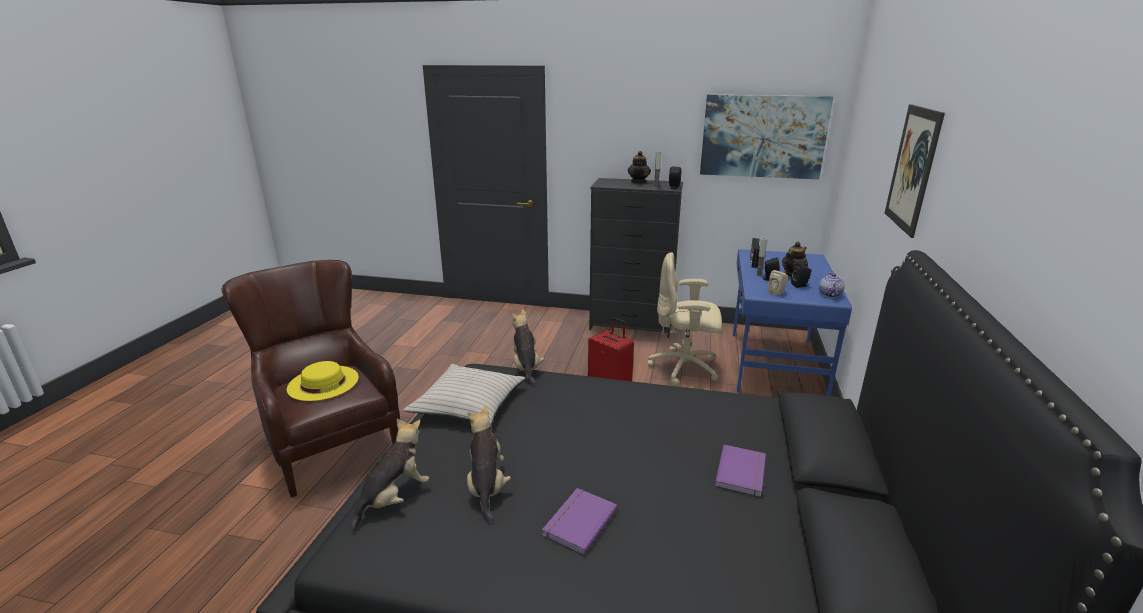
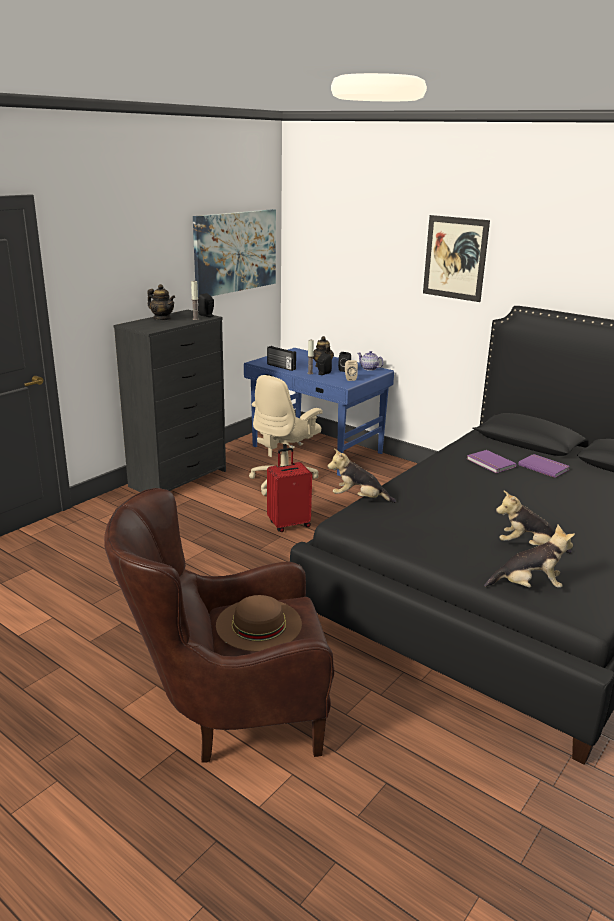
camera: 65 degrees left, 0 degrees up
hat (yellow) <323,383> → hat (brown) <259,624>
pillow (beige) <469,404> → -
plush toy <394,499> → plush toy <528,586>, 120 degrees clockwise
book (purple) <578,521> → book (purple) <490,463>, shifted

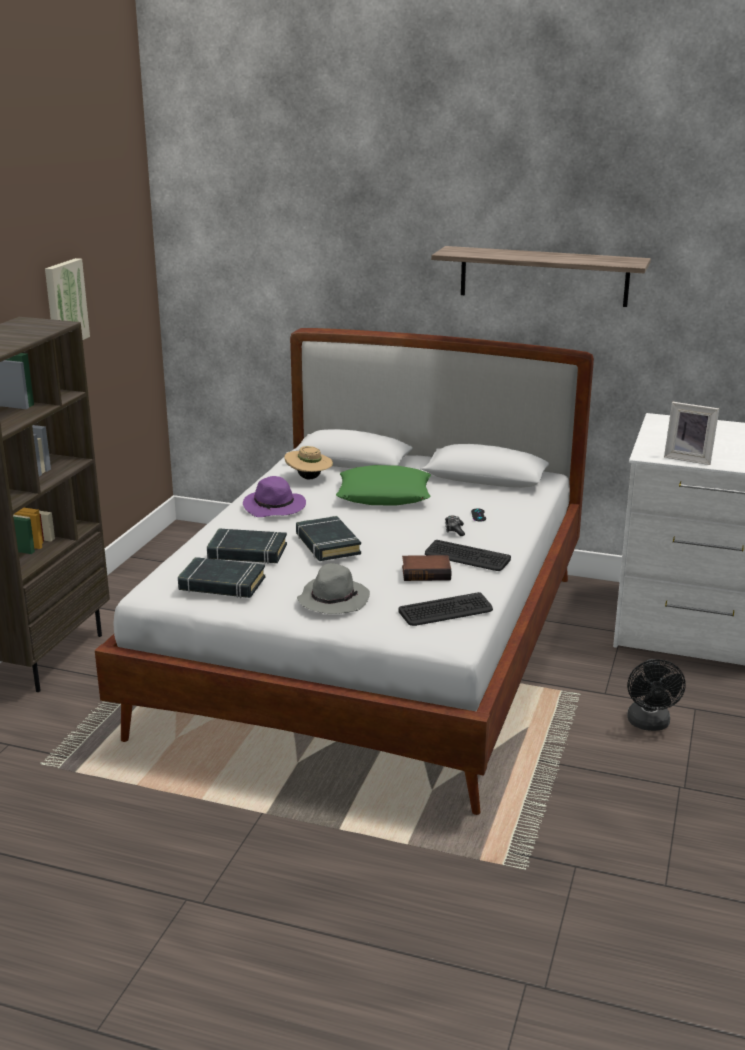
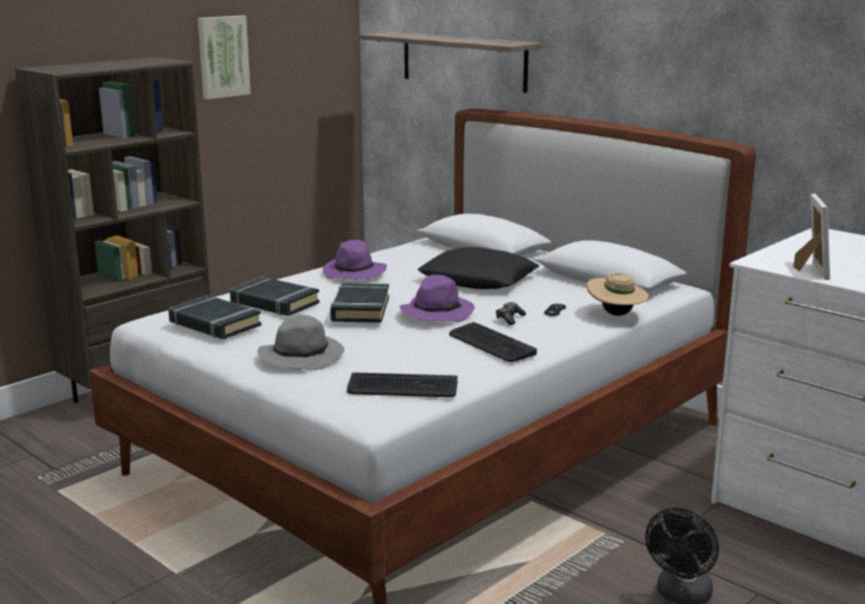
camera: 25 degrees right, 5 degrees down
shelf <543,276> → shelf <463,61>, shifted
picture frame <689,458> → picture frame <809,270>, 135 degrees counterclockwise
hat (beige) <309,478> → hat (beige) <616,314>, shifted
pillow (green) <384,495> → pillow (black) <478,279>
book <427,572> → -
- → hat (purple) <437,312>

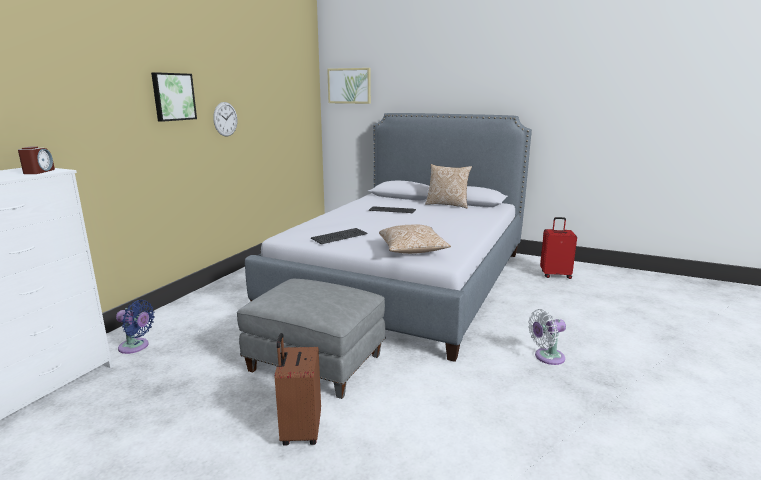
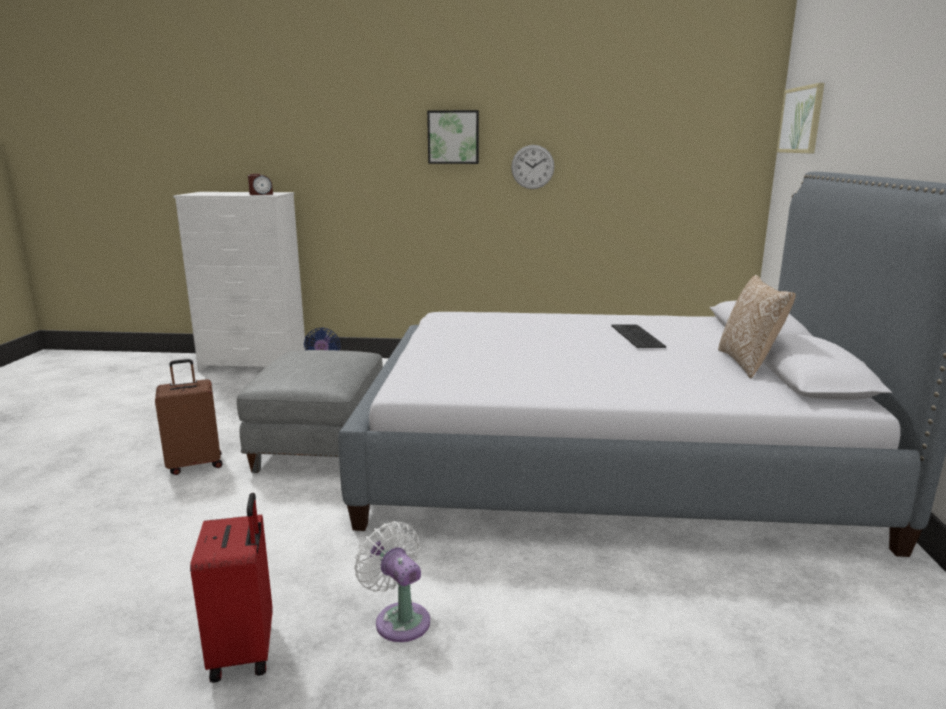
camera: 70 degrees right, 0 degrees up
suitcase (red) <555,275> → suitcase (red) <245,651>, shifted
pillow <412,251> → -
keyboard <340,236> → -

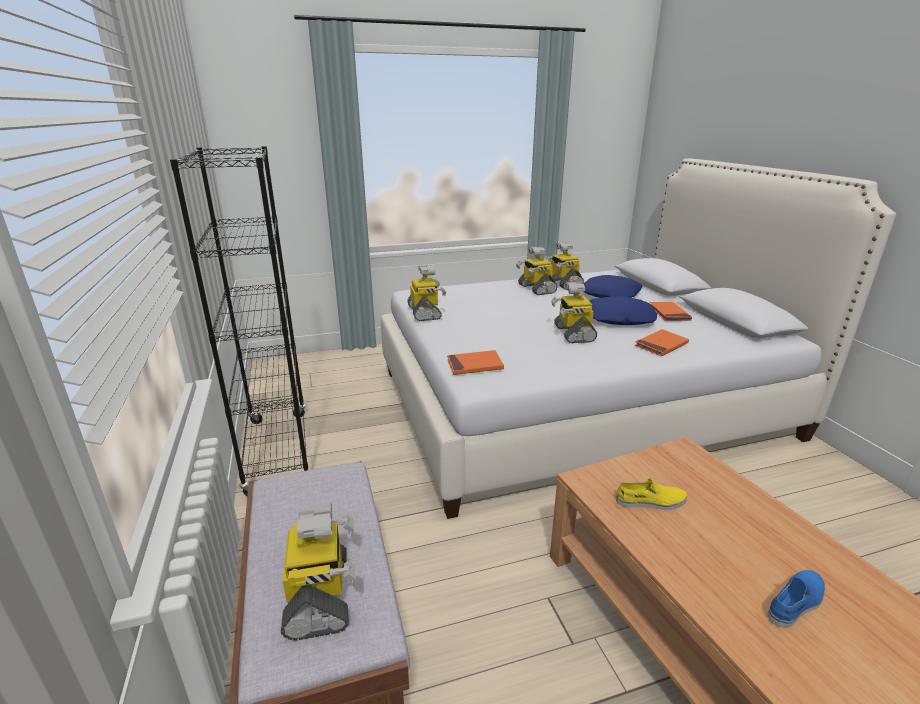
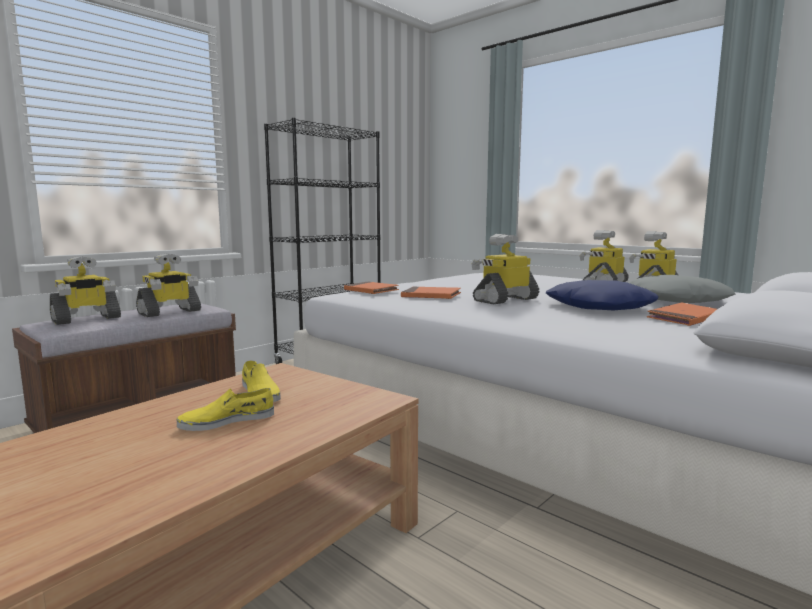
camera: 60 degrees right, 15 degrees down
toy robot <425,313> → toy robot <169,312>, shifted
pillow (blue) <609,294> → pillow (grey) <676,300>
book (orange) <661,345> → book (orange) <431,296>, shifted
shoe (blue) <796,602> → -
- → shoe (yellow) <227,421>

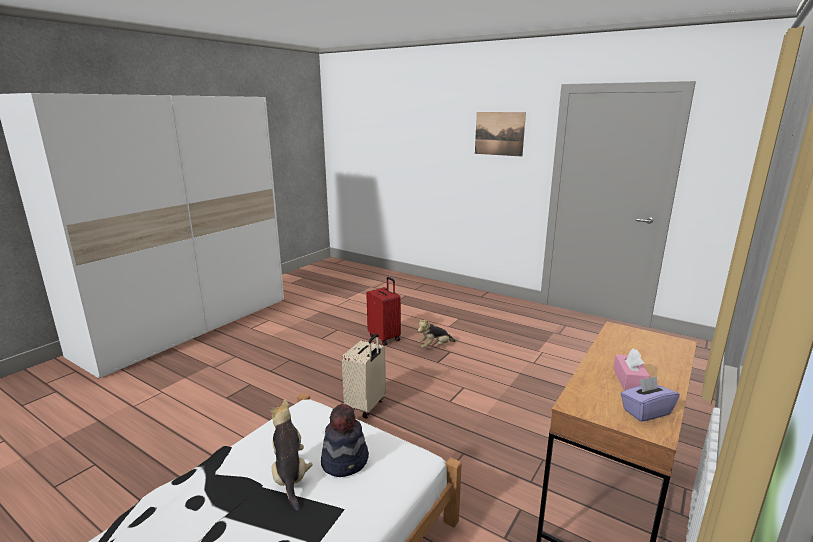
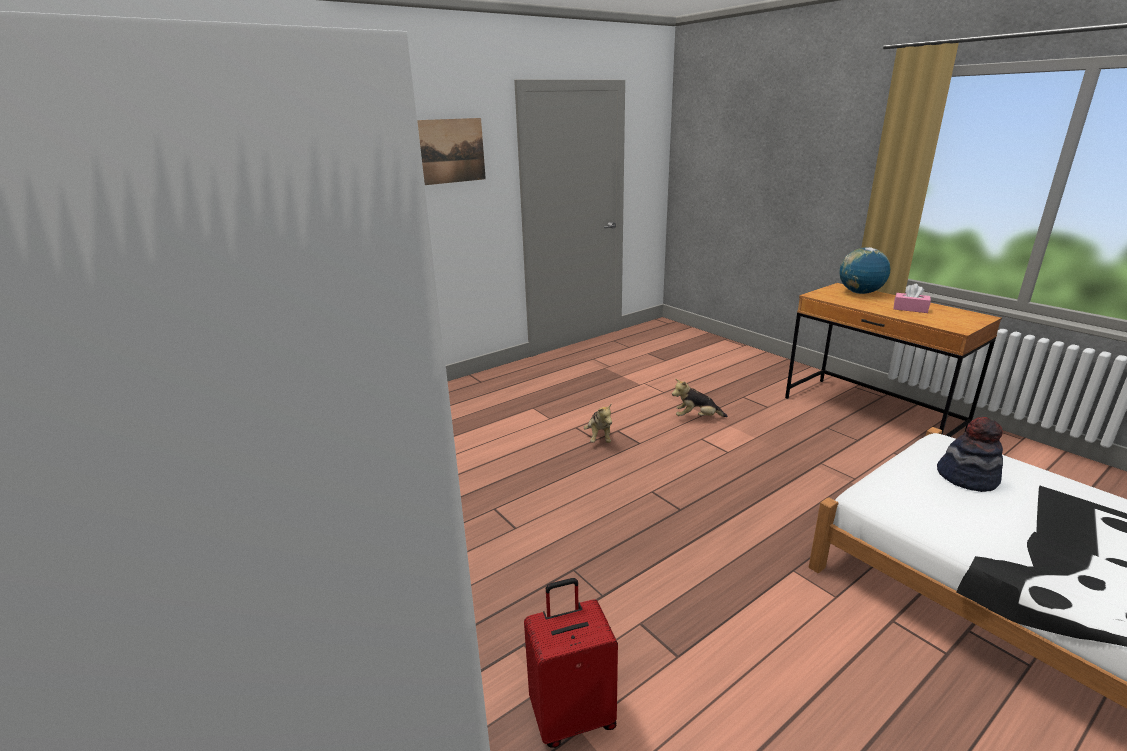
camera: 70 degrees left, 5 degrees up
suitcase (red) <385,338> → suitcase (red) <572,716>, shifted
suitcase (beige) <366,406> → -
tissue box (purple) <645,411> → -
plush toy <290,475> → plush toy <696,418>, shifted
- → globe <860,293>

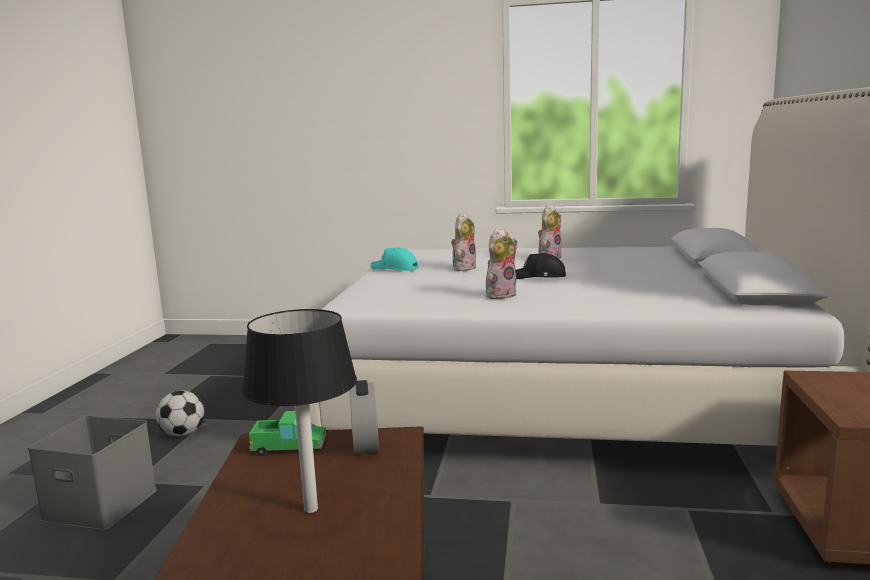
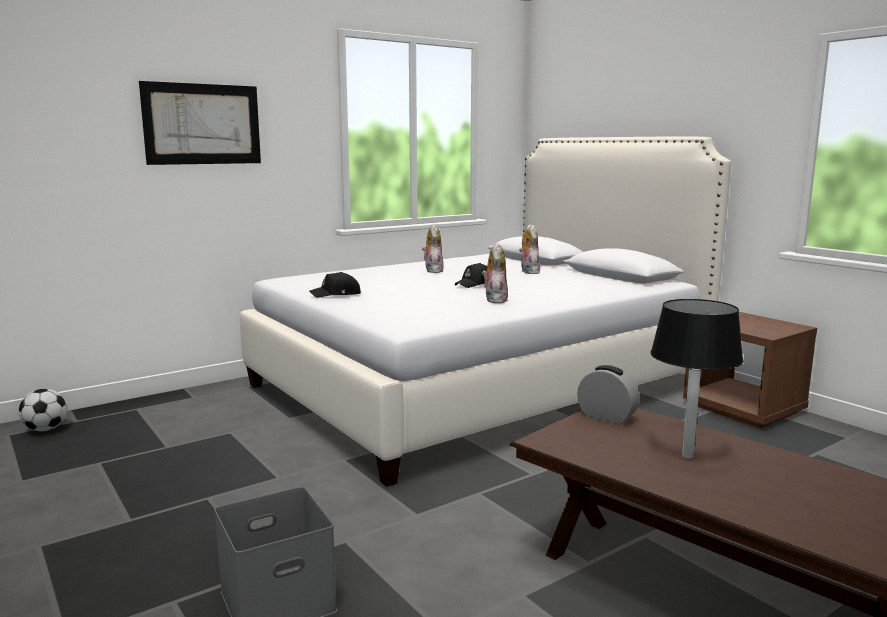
camera: 45 degrees left, 0 degrees up
plush toy <463,268> → plush toy <528,272>, shifted
cap (turquoise) <394,269> → cap (black) <336,294>
football <183,434> → football <46,429>, shifted
toy truck <289,447> → -
- → picture <202,124>

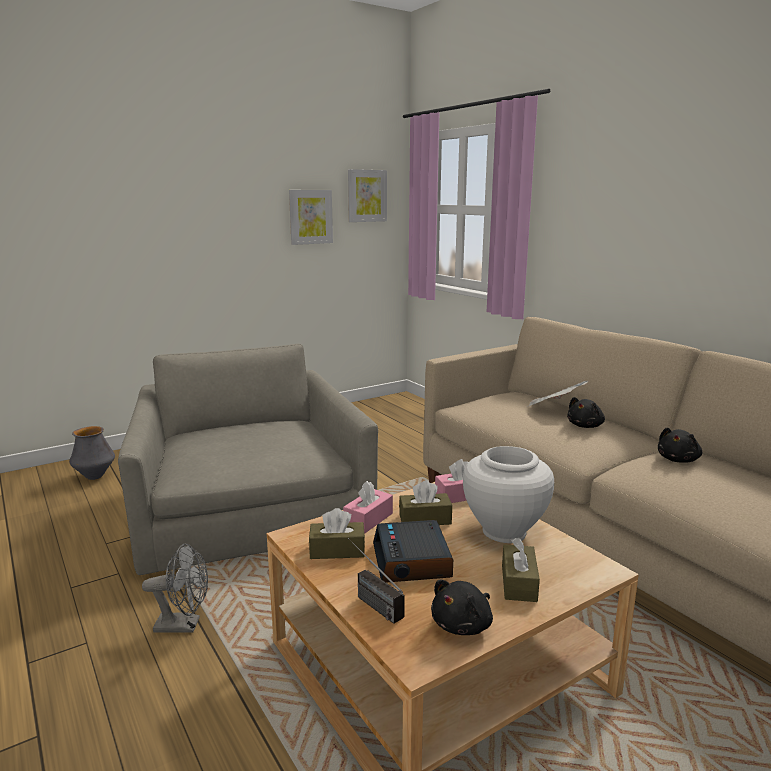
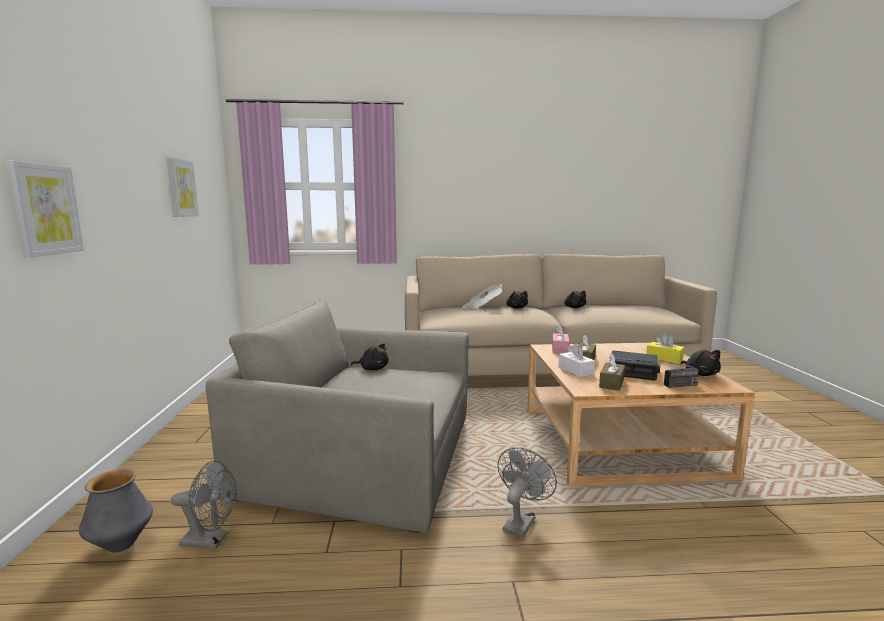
camera: 60 degrees left, 5 degrees down
picture <366,196> → picture <45,209>, shifted
vase (white) <504,531> → -
tissue box (pink) <368,520> → tissue box (white) <575,371>
tissue box (brown) <519,583> → tissue box (yellow) <664,358>
- → plush toy (black) <372,369>
- → fan (grey) <211,540>

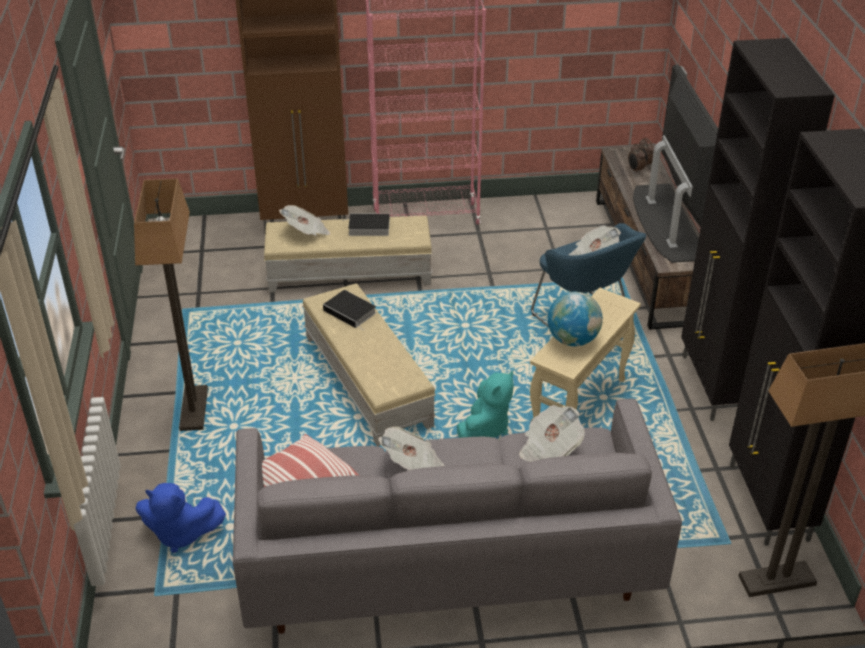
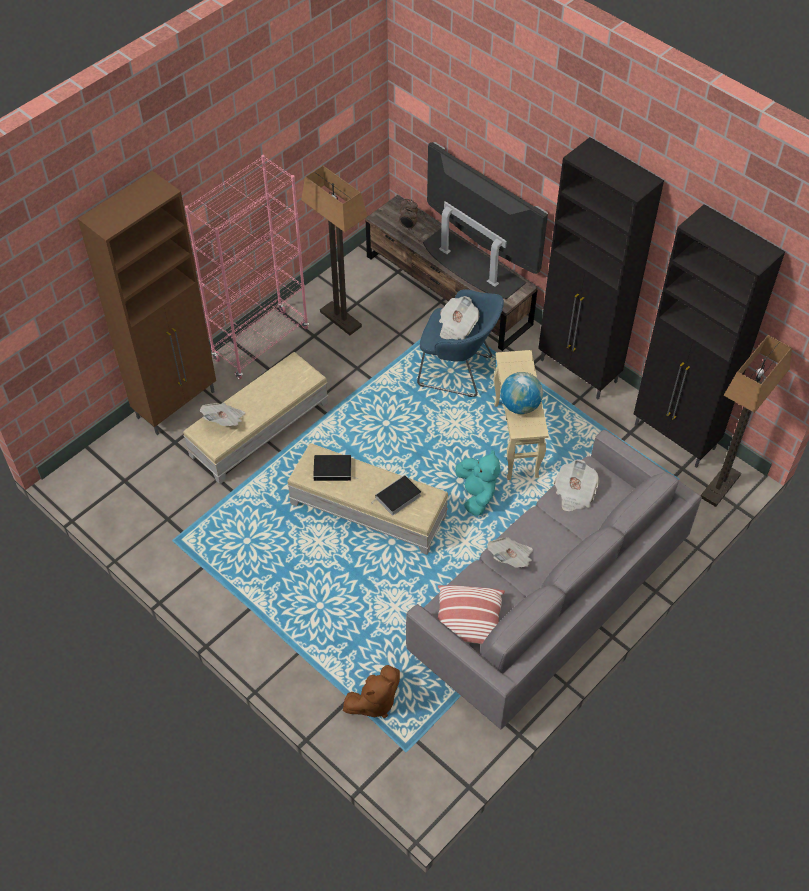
camera: 40 degrees left, 15 degrees up
floor lamp <194,410> → floor lamp <341,319>, shifted
book <367,227> → book <397,498>, shifted
plush toy (blue) <180,533> → plush toy (brown) <374,702>

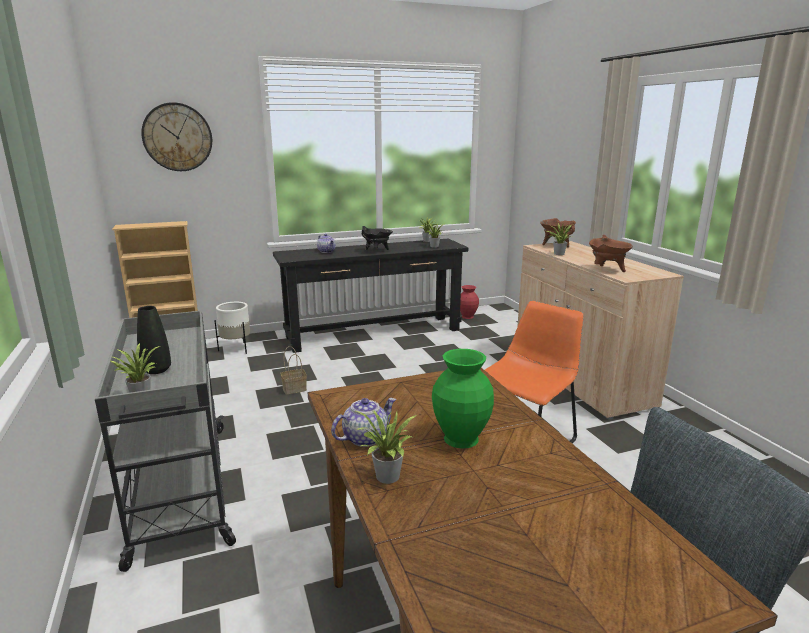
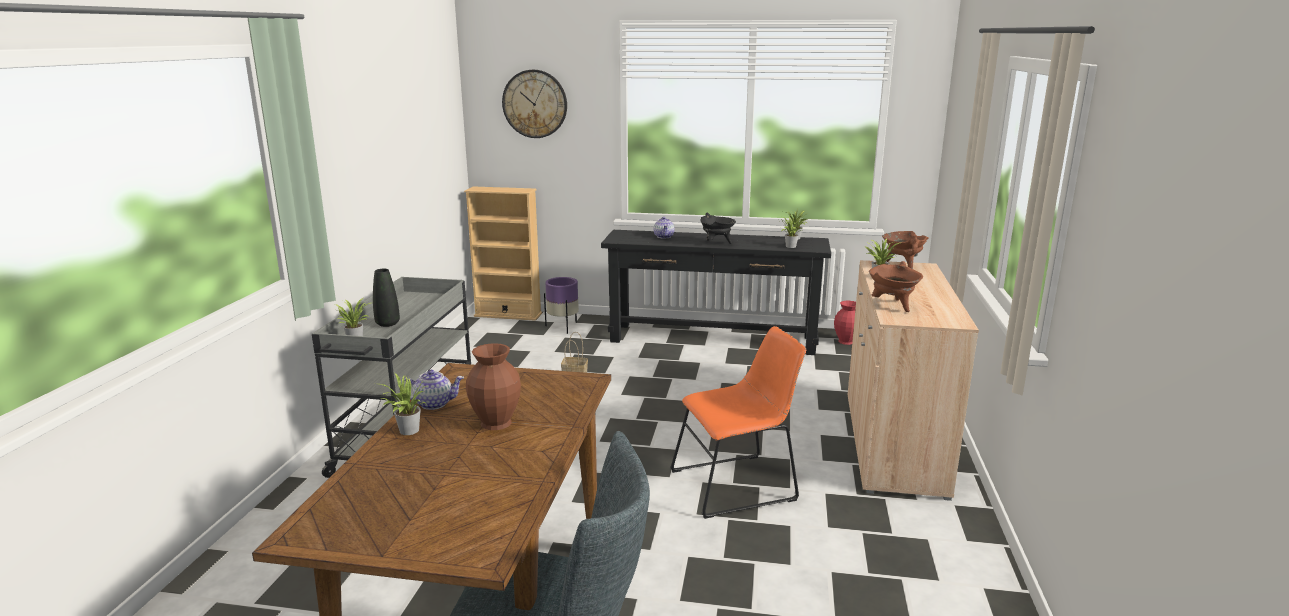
camera: 30 degrees right, 0 degrees up
planter (white) <236,349> → planter (purple) <563,327>
vase (green) <462,439> → vase (brown) <496,423>

